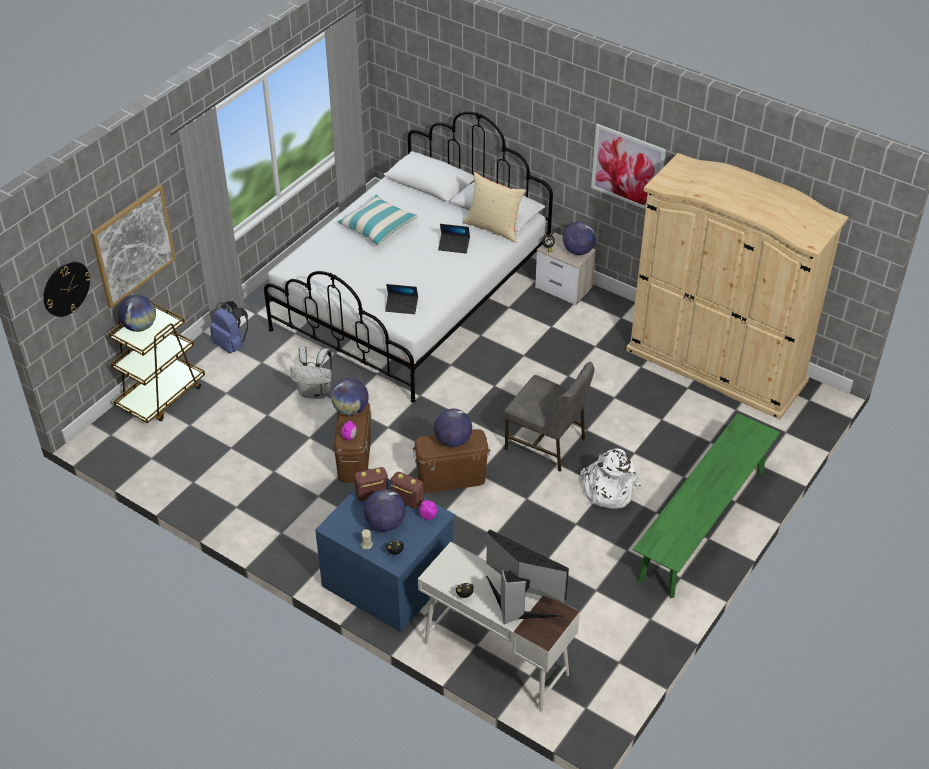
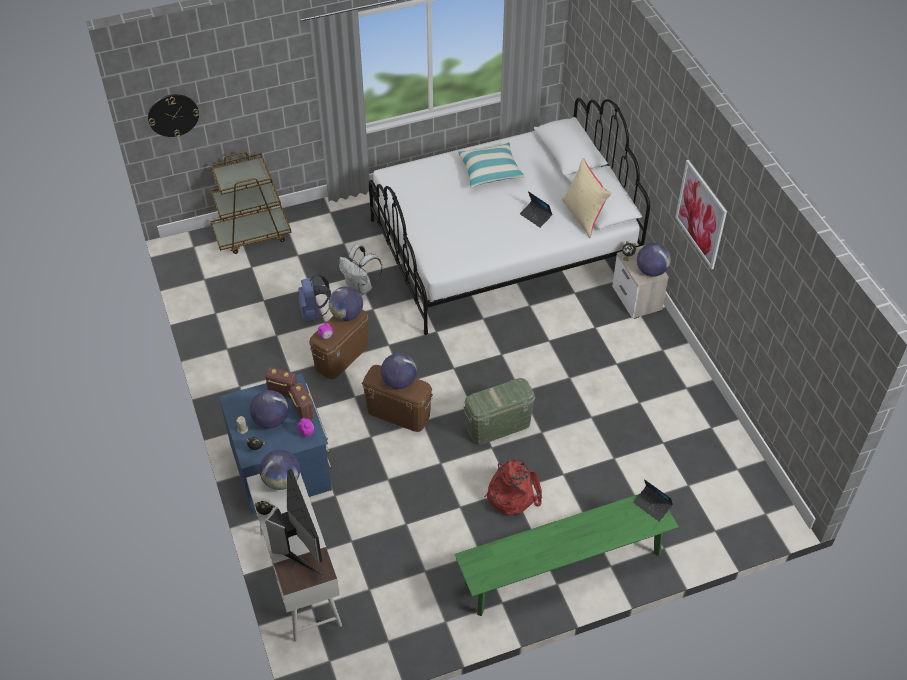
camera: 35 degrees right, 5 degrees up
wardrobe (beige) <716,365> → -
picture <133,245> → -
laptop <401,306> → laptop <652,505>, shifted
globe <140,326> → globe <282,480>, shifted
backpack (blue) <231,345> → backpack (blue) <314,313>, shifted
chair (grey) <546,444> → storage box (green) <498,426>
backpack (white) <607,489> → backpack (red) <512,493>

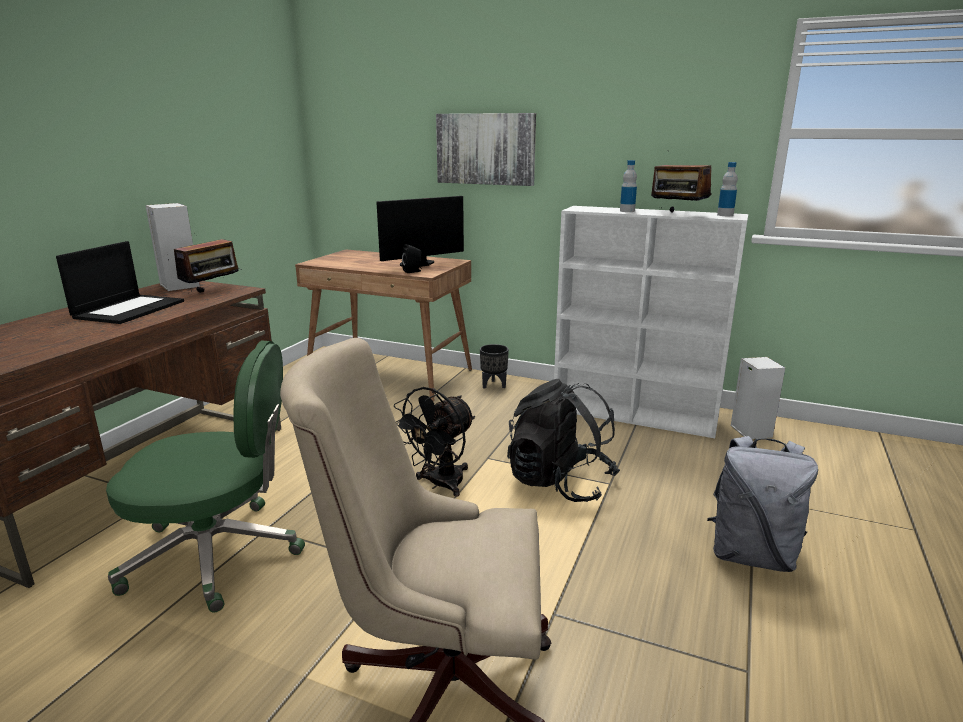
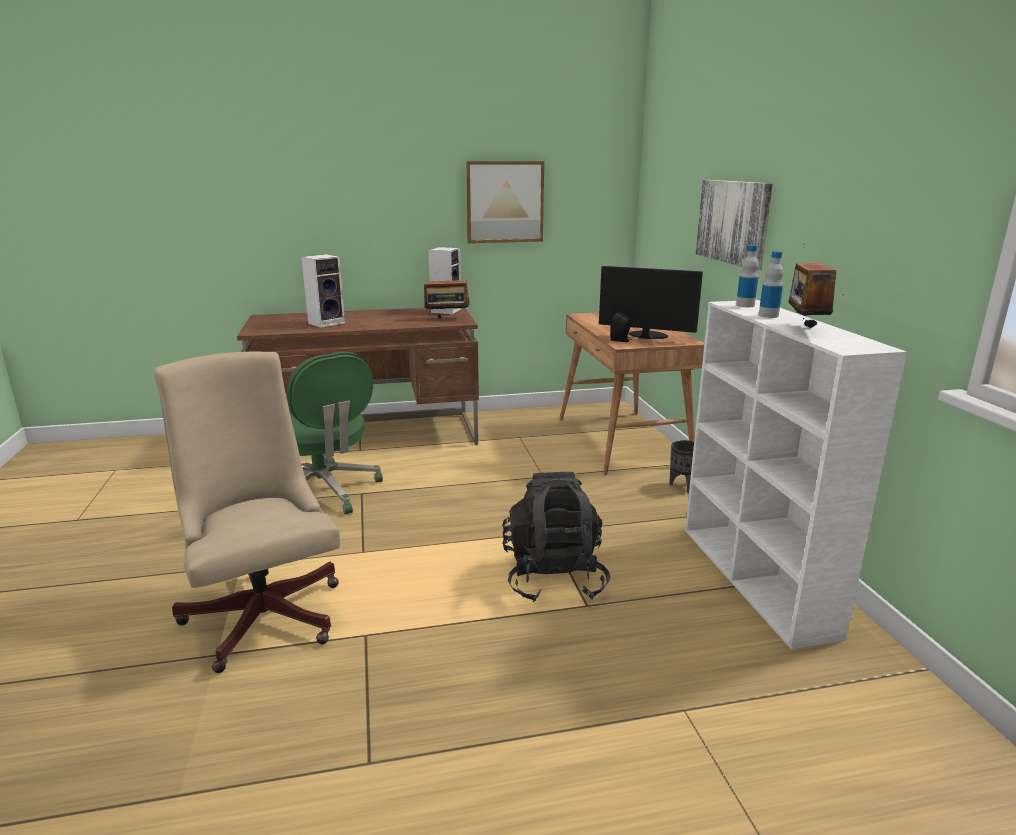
camera: 55 degrees right, 0 degrees up
bottle <725,215> → bottle <745,305>, shifted
laptop <129,309> → -
speaker <749,430> → speaker <327,323>, shifted
fan (black) <439,484> → -
backpack (grey) <751,555> → -
- → picture <504,202>

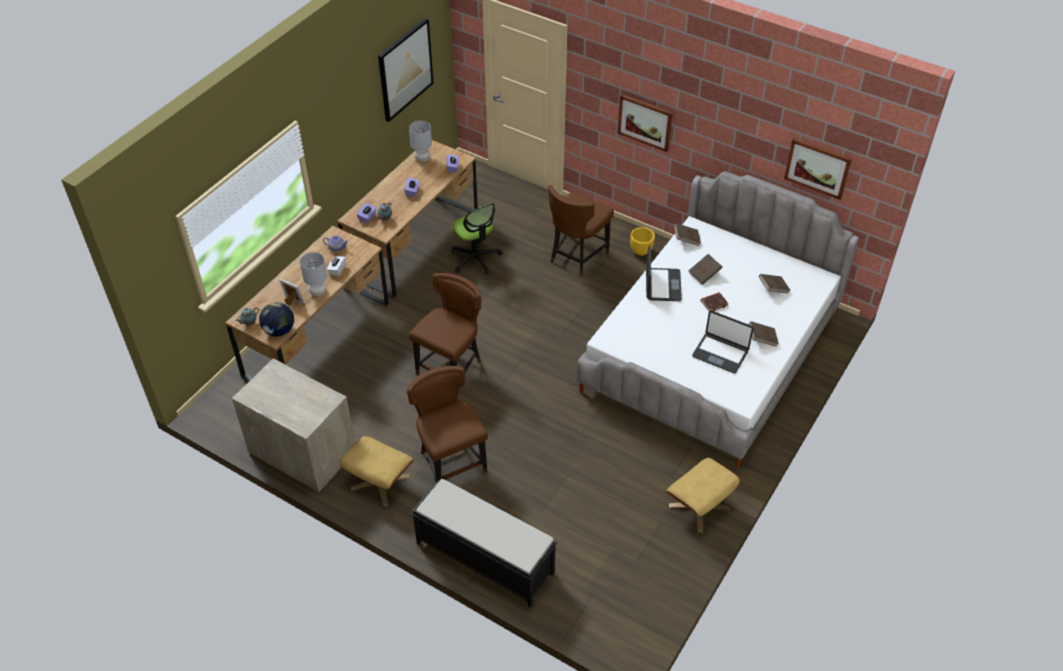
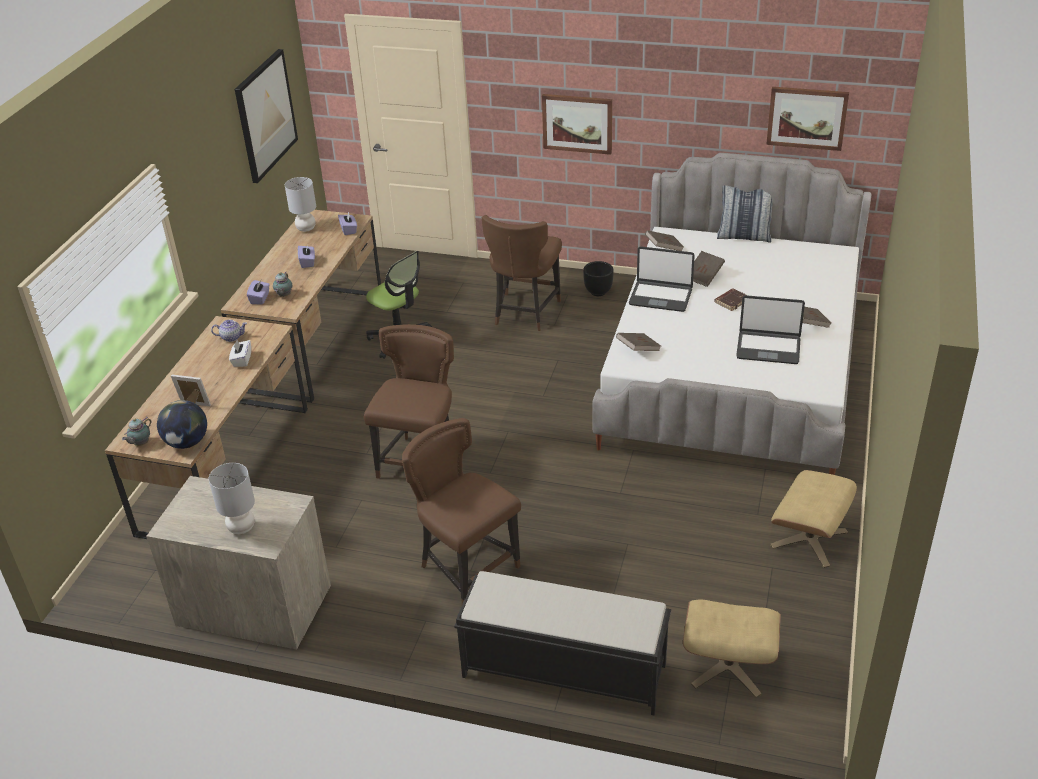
camera: 15 degrees left, 10 degrees down
planter (yellow) <641,251> → planter (black) <598,292>
laptop <662,285> → laptop <660,297>, 120 degrees clockwise
table lamp (grey) <317,292> → table lamp (grey) <241,528>, shifted
book (brown) <773,288> → book (brown) <638,349>, shifted
ottoman (beige) <380,483> → ottoman (beige) <728,666>, shifted
- → pillow <744,236>

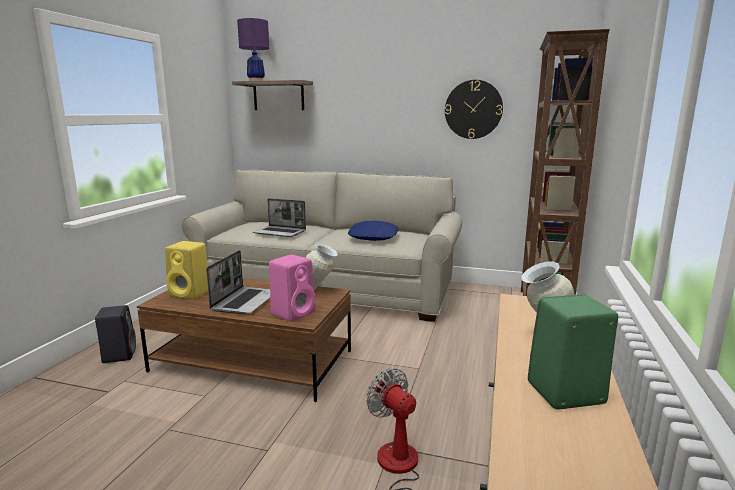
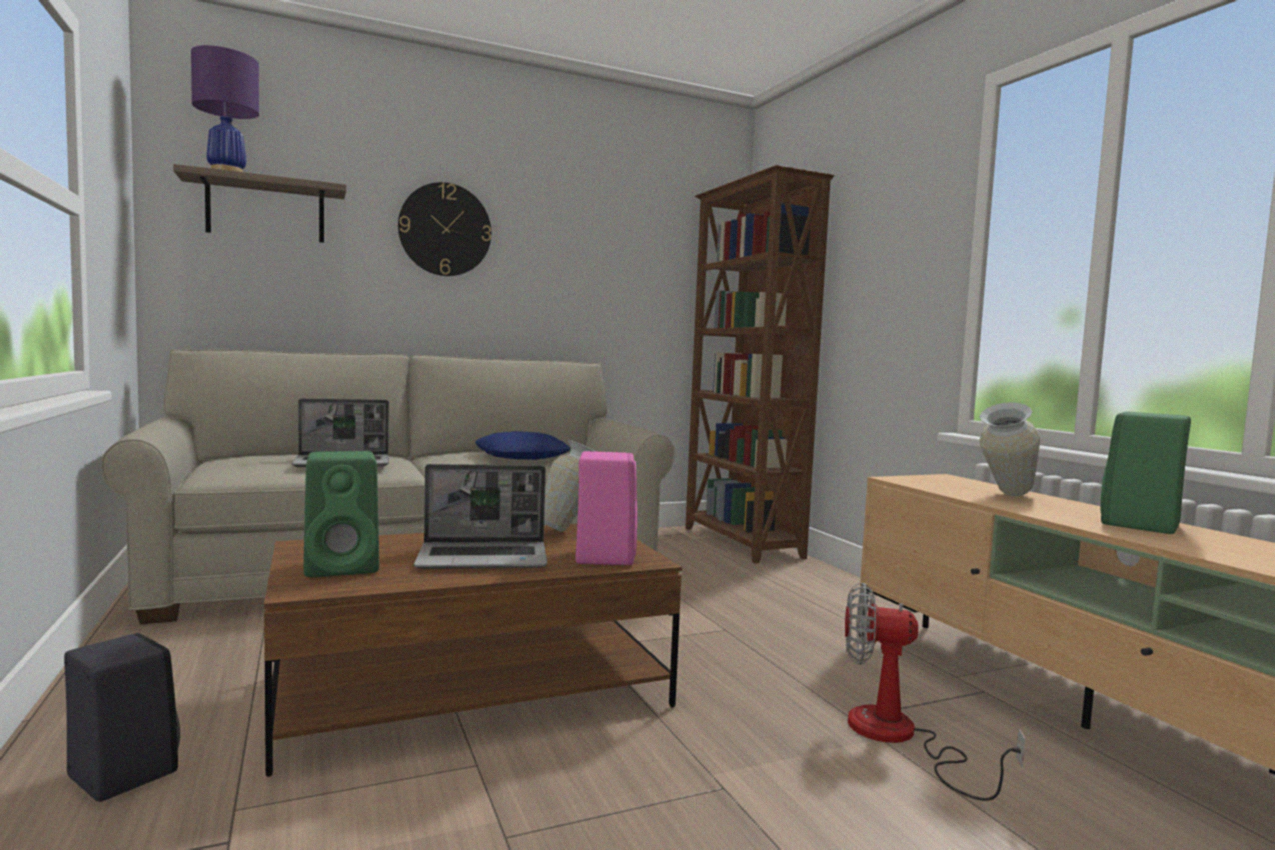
camera: 40 degrees left, 10 degrees down
wall clock <473,109> → wall clock <445,230>, shifted
speaker (yellow) <191,293> → speaker (green) <344,567>
laptop <245,301> → laptop <485,558>, 105 degrees clockwise

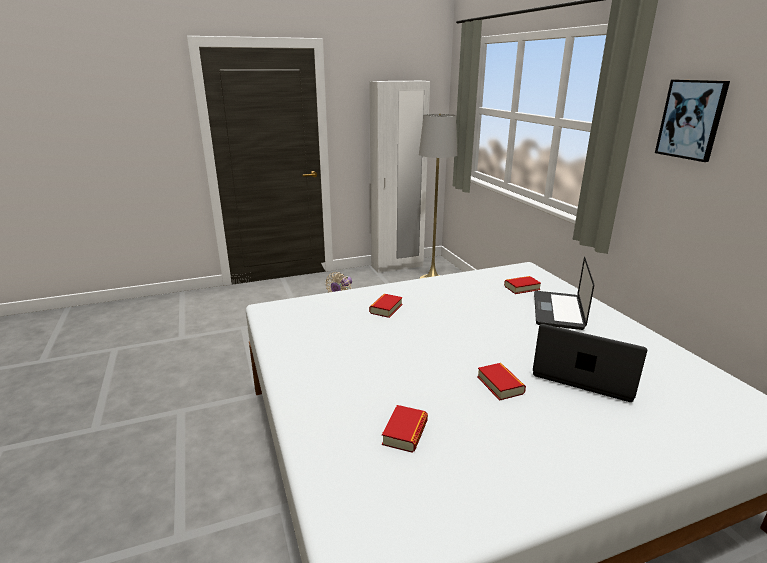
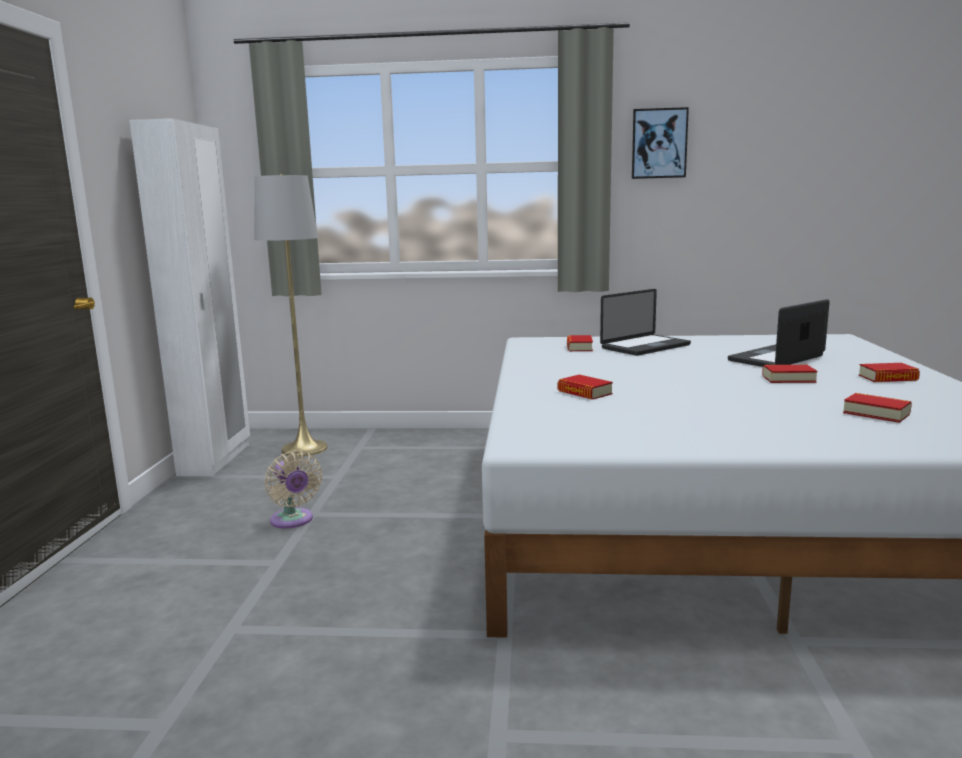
camera: 65 degrees left, 10 degrees down
laptop <558,311> → laptop <645,347>, 75 degrees counterclockwise
- → book <888,378>

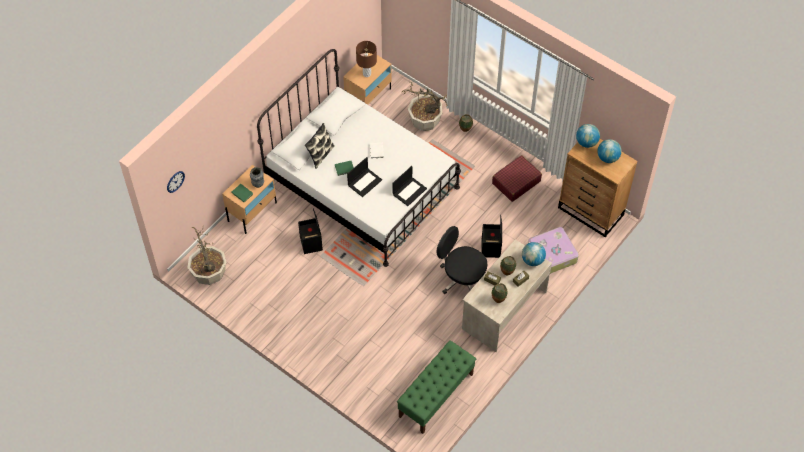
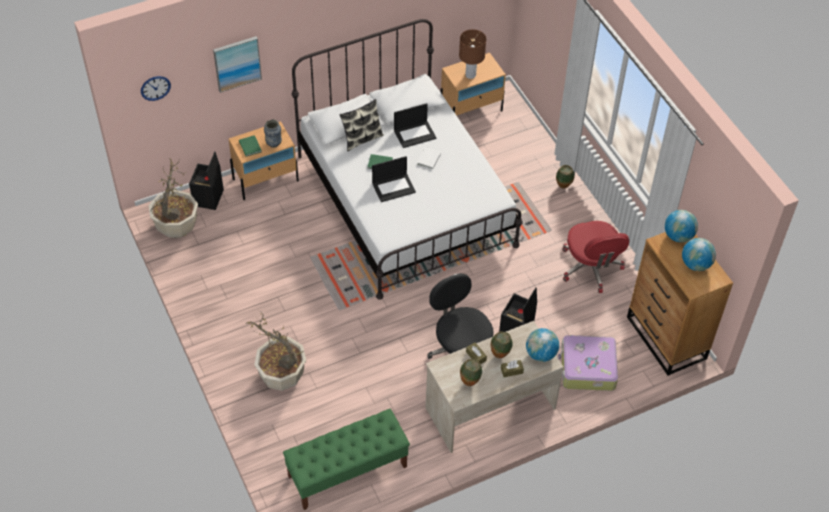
camera: 25 degrees right, 5 degrees down
potted plant <424,122> → potted plant <281,376>, shifted
suitcase (red) <516,182> → office chair (red) <591,268>
laptop <409,191> → laptop <415,134>, shifted
storage box (black) <311,243> → storage box (black) <208,198>, shifted
- → picture <237,63>

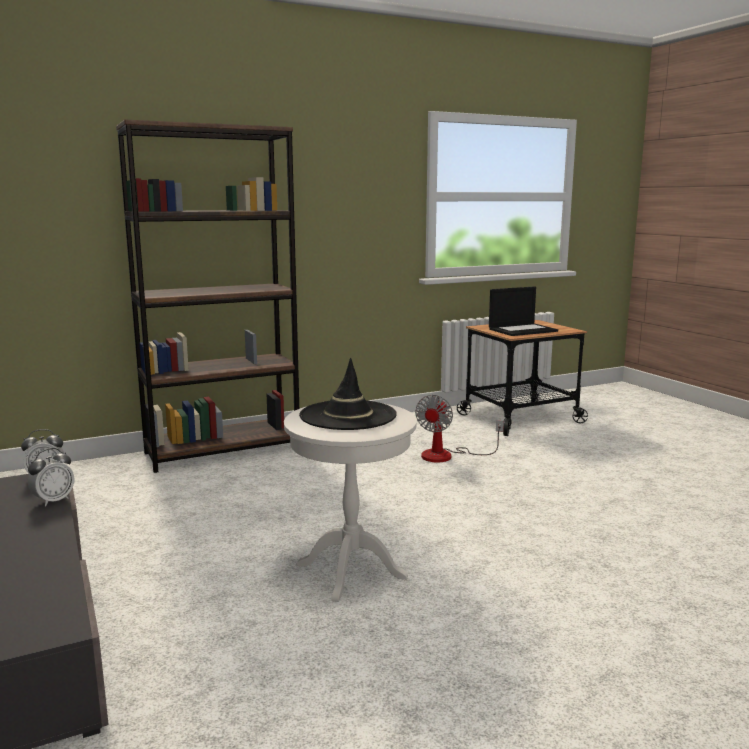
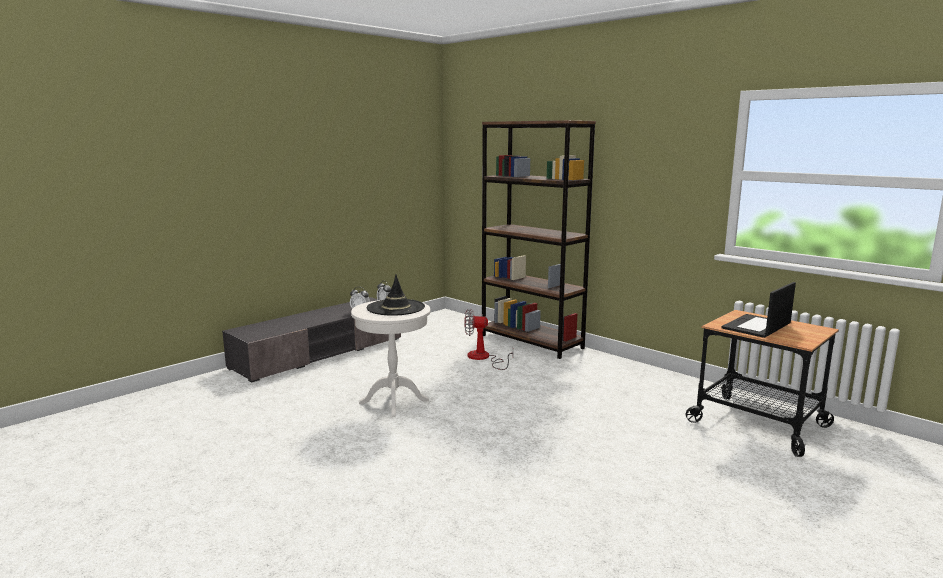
camera: 70 degrees right, 0 degrees up
laptop <523,330> → laptop <756,327>, 90 degrees clockwise
fan <447,455> → fan <483,358>, shifted

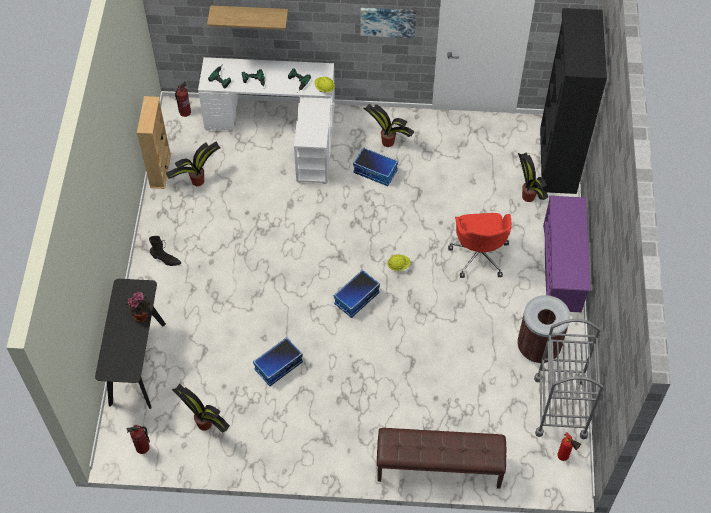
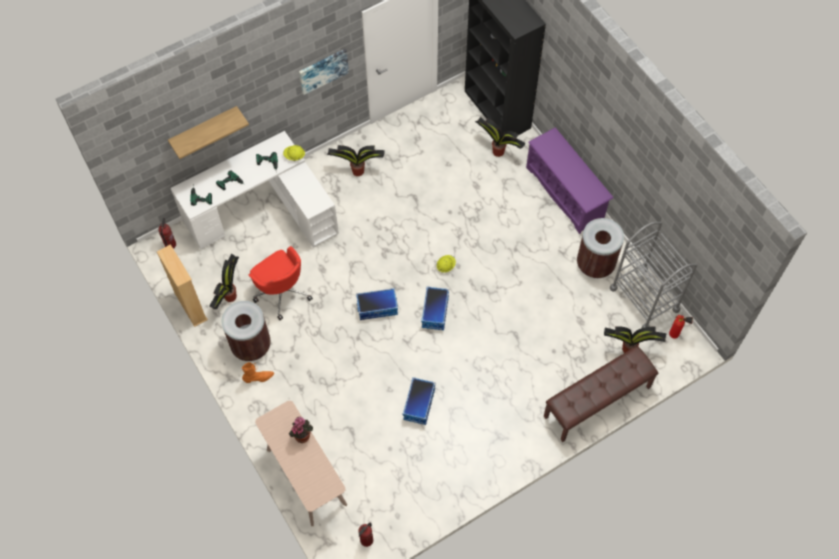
camera: 35 degrees left, 5 degrees up
storage box <375,172> → storage box <377,307>, shifted
office chair (red) <479,255> → office chair (red) <282,291>, shifted
boot (black) <166,260> → boot (orange) <259,378>
console table (black) <137,363> → console table (beige) <306,477>
potted plant <205,424> → potted plant <629,349>, shifted
- → trash can (brown) <251,346>

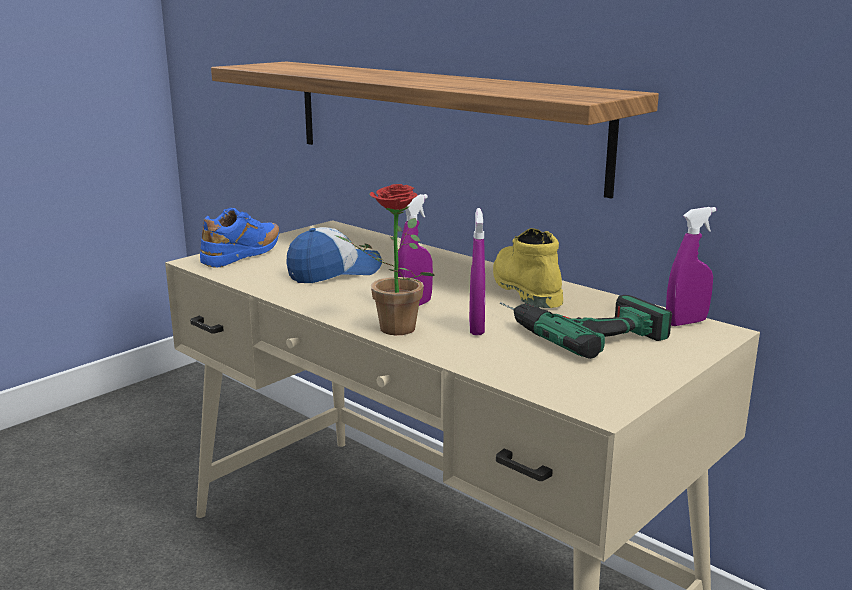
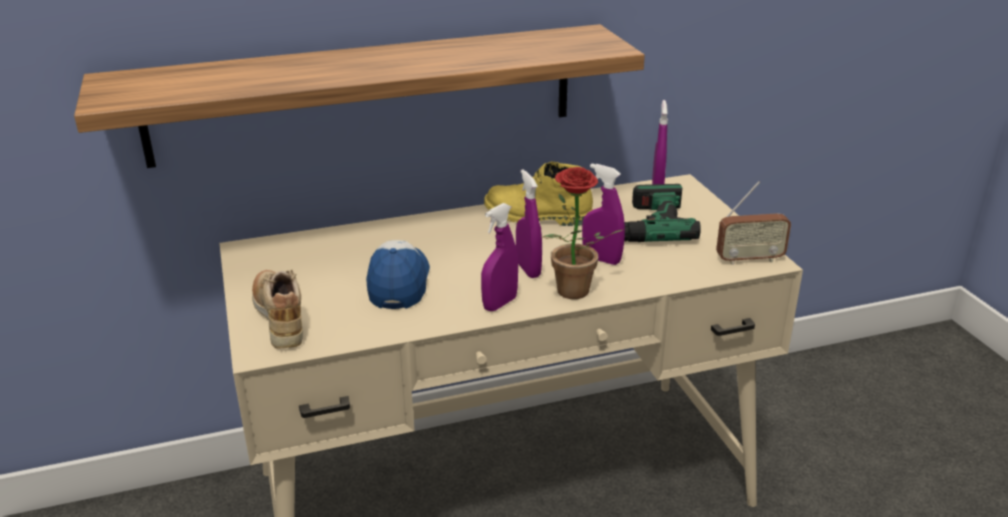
camera: 60 degrees left, 10 degrees up
shoe (blue) <243,256> → shoe (beige) <280,320>
- → radio <749,259>
- → spray bottle (purple) <500,304>

